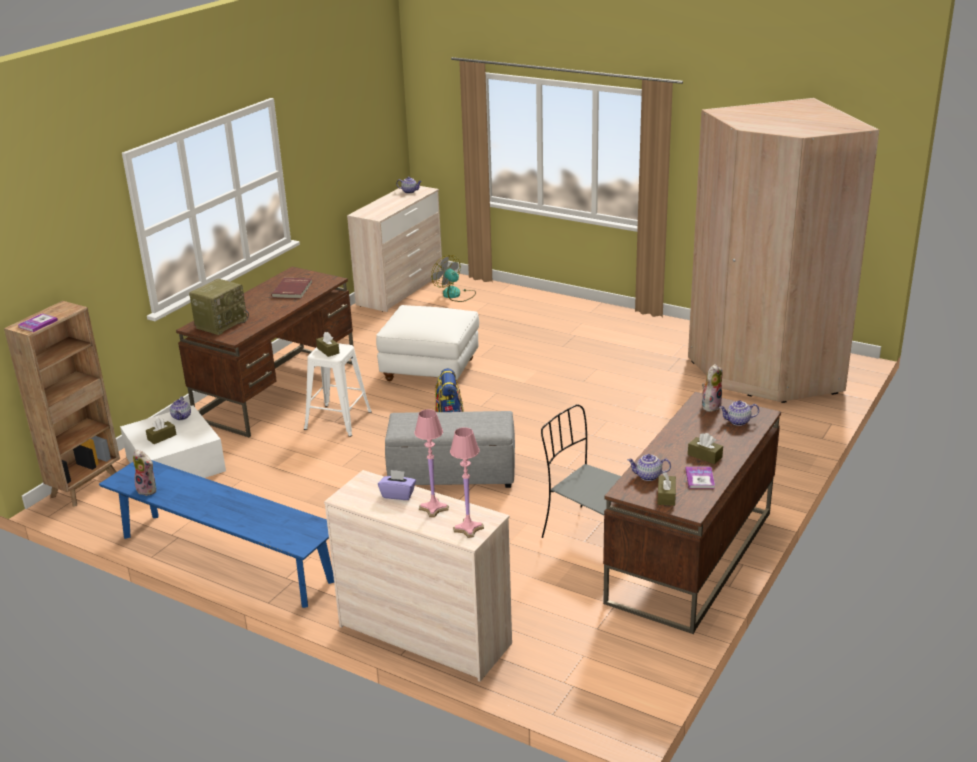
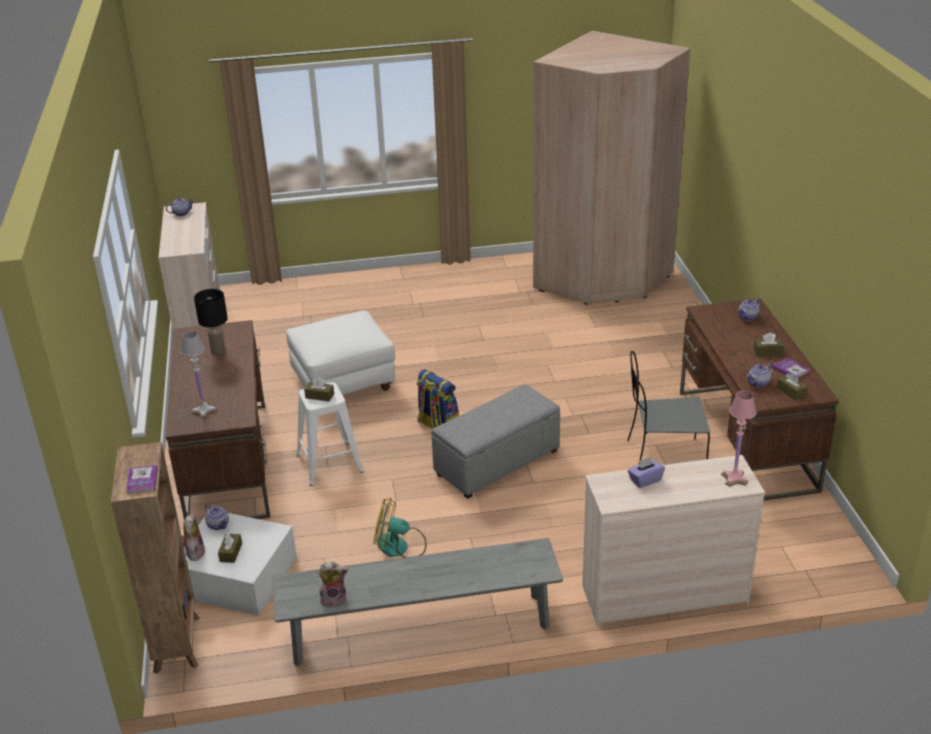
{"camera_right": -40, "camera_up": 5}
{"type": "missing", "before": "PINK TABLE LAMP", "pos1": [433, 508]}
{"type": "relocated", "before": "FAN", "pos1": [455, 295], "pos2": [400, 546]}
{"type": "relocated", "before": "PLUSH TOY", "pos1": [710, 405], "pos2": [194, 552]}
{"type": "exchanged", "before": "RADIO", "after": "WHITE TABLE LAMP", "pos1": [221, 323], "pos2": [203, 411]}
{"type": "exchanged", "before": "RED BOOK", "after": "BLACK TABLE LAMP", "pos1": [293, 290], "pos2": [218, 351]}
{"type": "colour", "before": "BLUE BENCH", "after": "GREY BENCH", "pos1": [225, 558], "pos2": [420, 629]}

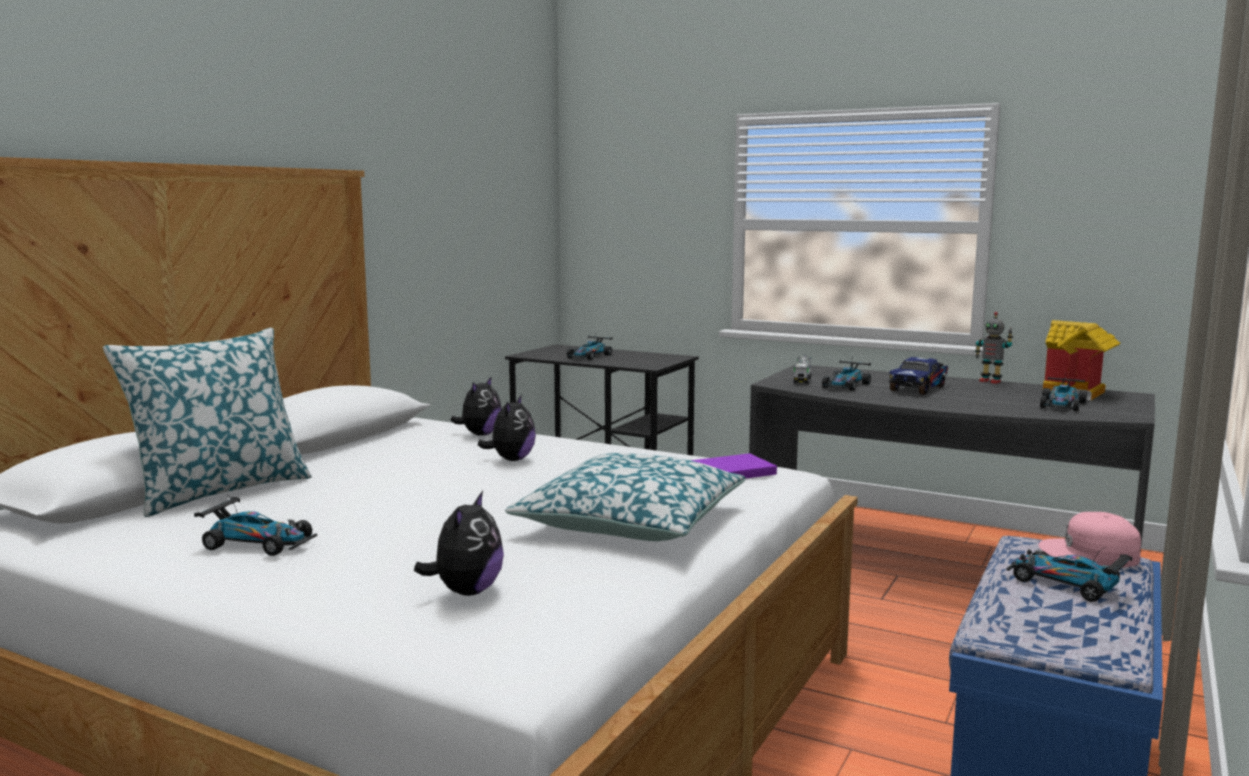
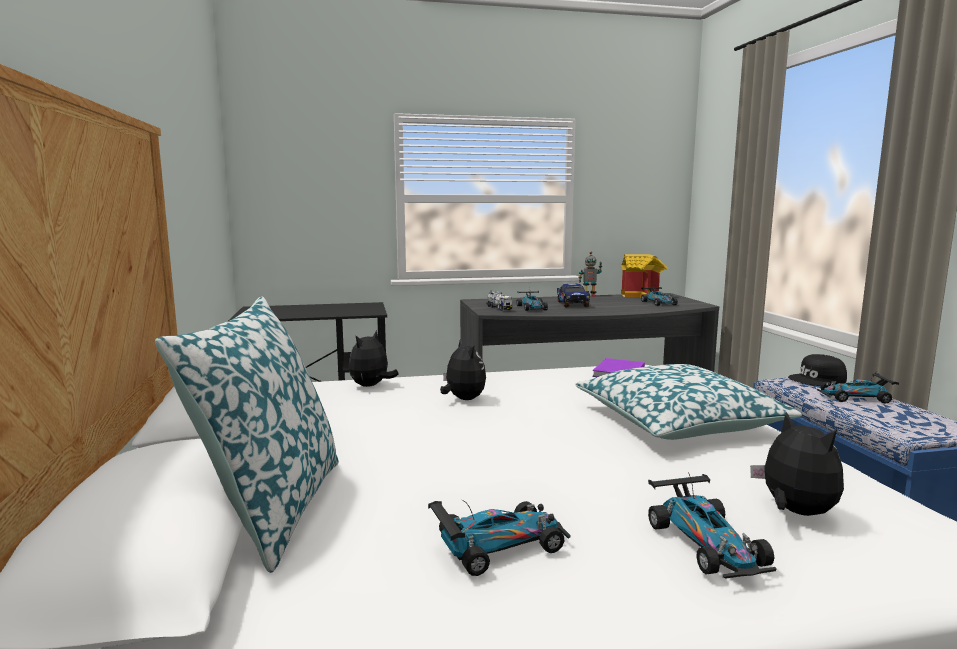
{"camera_right": -40, "camera_up": 0}
{"type": "relocated", "before": "TOY CAR", "pos1": [589, 356], "pos2": [707, 543]}
{"type": "colour", "before": "PINK CAP", "after": "BLACK CAP", "pos1": [1090, 554], "pos2": [818, 379]}
{"type": "spun", "before": "PLUSH TOY", "pos1": [480, 434], "pos2": [371, 386], "turn": -135}

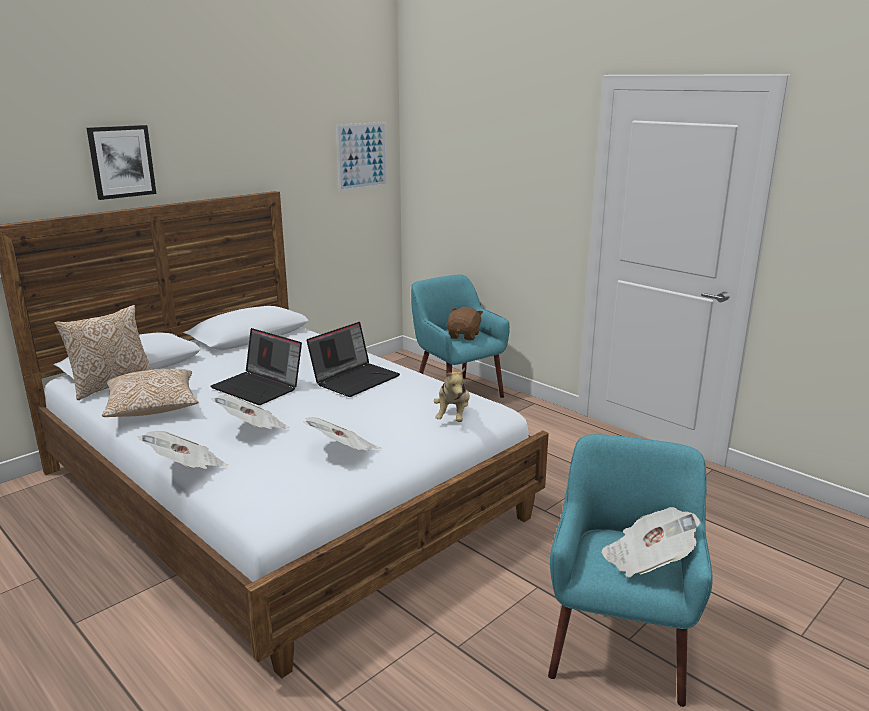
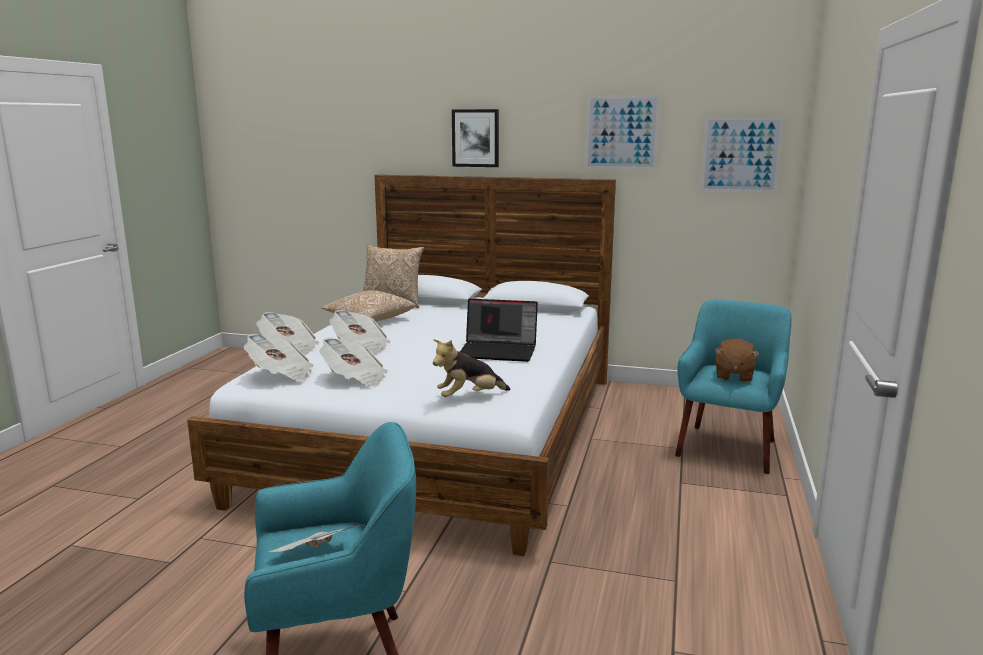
{"camera_right": 60, "camera_up": -5}
{"type": "missing", "before": "LAPTOP", "pos1": [259, 387]}
{"type": "appeared", "after": "NEWSPAPER", "pos2": [281, 374]}
{"type": "appeared", "after": "PICTURE", "pos2": [621, 132]}
{"type": "spun", "before": "BROWN PLUSH TOY", "pos1": [464, 336], "pos2": [733, 376], "turn": 120}

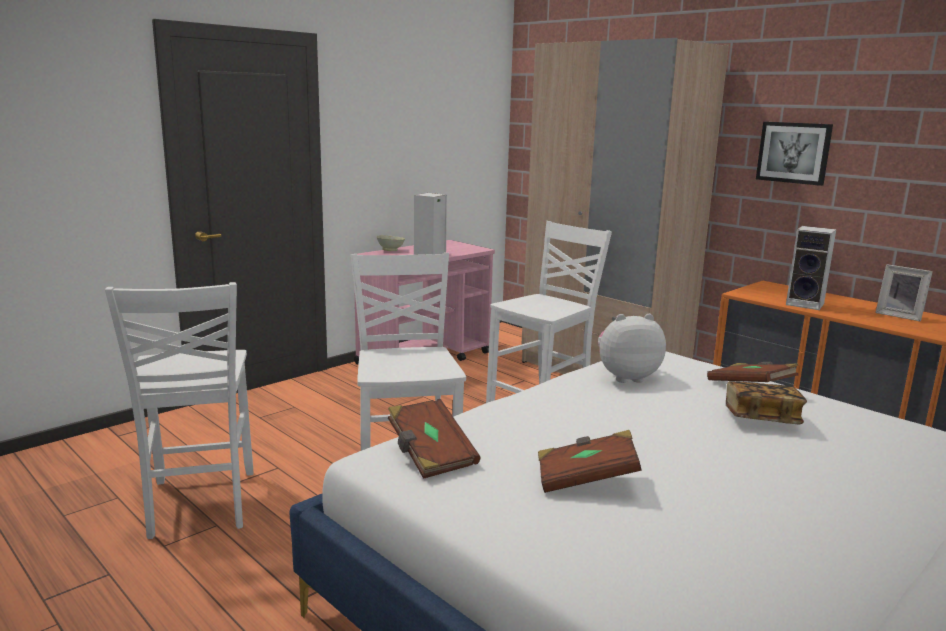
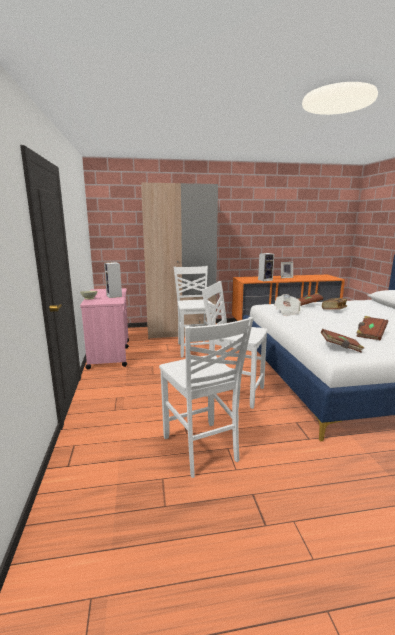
{"camera_right": -55, "camera_up": 0}
{"type": "missing", "before": "PICTURE", "pos1": [793, 152]}
{"type": "exchanged", "before": "PLUSH TOY", "after": "NEWSPAPER", "pos1": [626, 377], "pos2": [287, 312]}
{"type": "spun", "before": "WHITE CHAIR", "pos1": [199, 505], "pos2": [201, 449], "turn": 45}

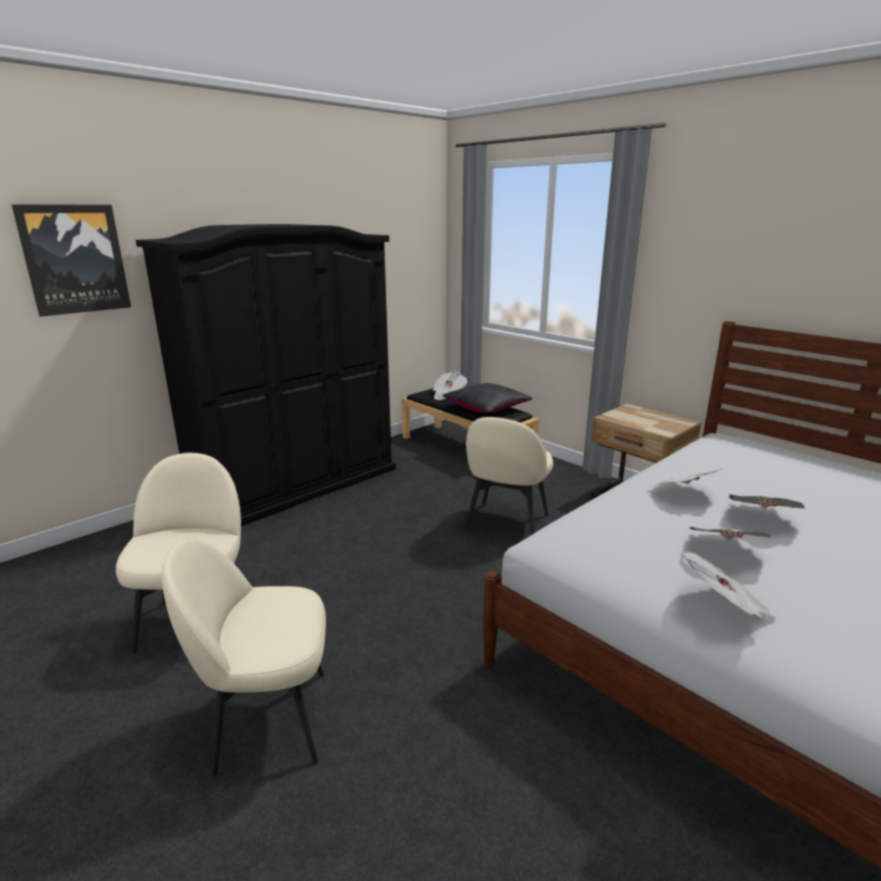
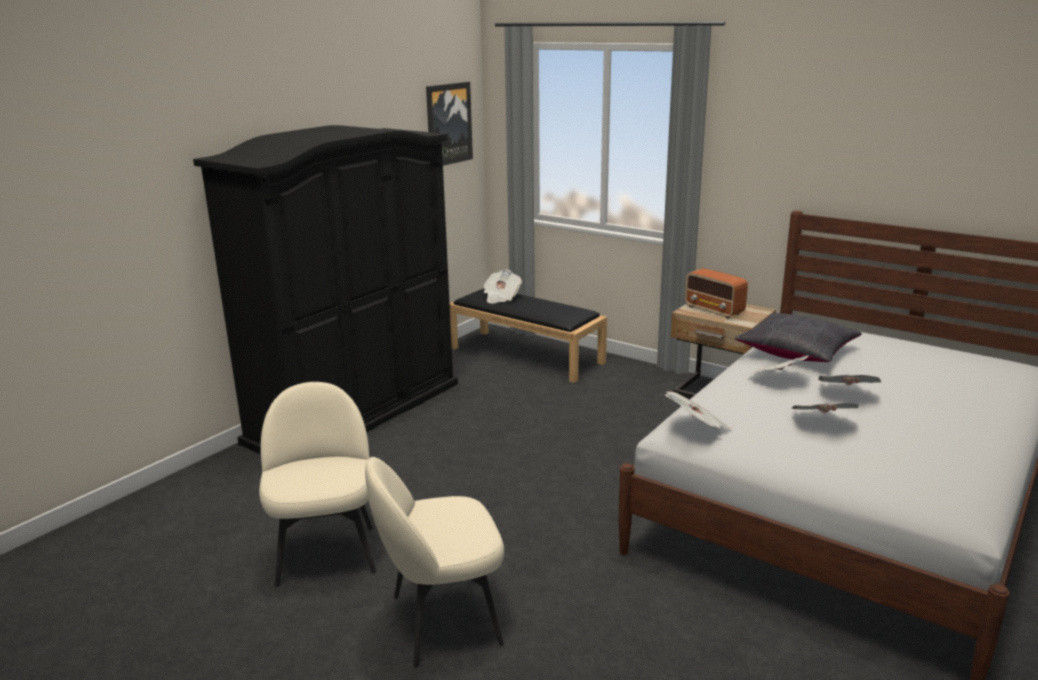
{"camera_right": -10, "camera_up": 0}
{"type": "missing", "before": "BEIGE CHAIR", "pos1": [506, 523]}
{"type": "appeared", "after": "RADIO", "pos2": [714, 310]}
{"type": "relocated", "before": "PICTURE", "pos1": [75, 259], "pos2": [448, 124]}
{"type": "relocated", "before": "BLACK PILLOW", "pos1": [486, 408], "pos2": [796, 352]}
{"type": "relocated", "before": "NEWSPAPER", "pos1": [723, 606], "pos2": [697, 427]}

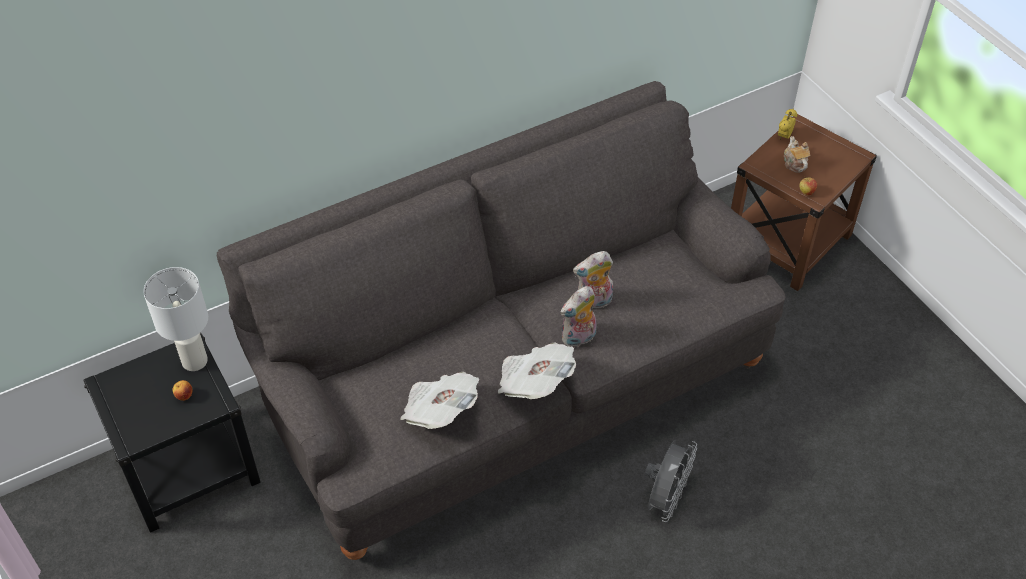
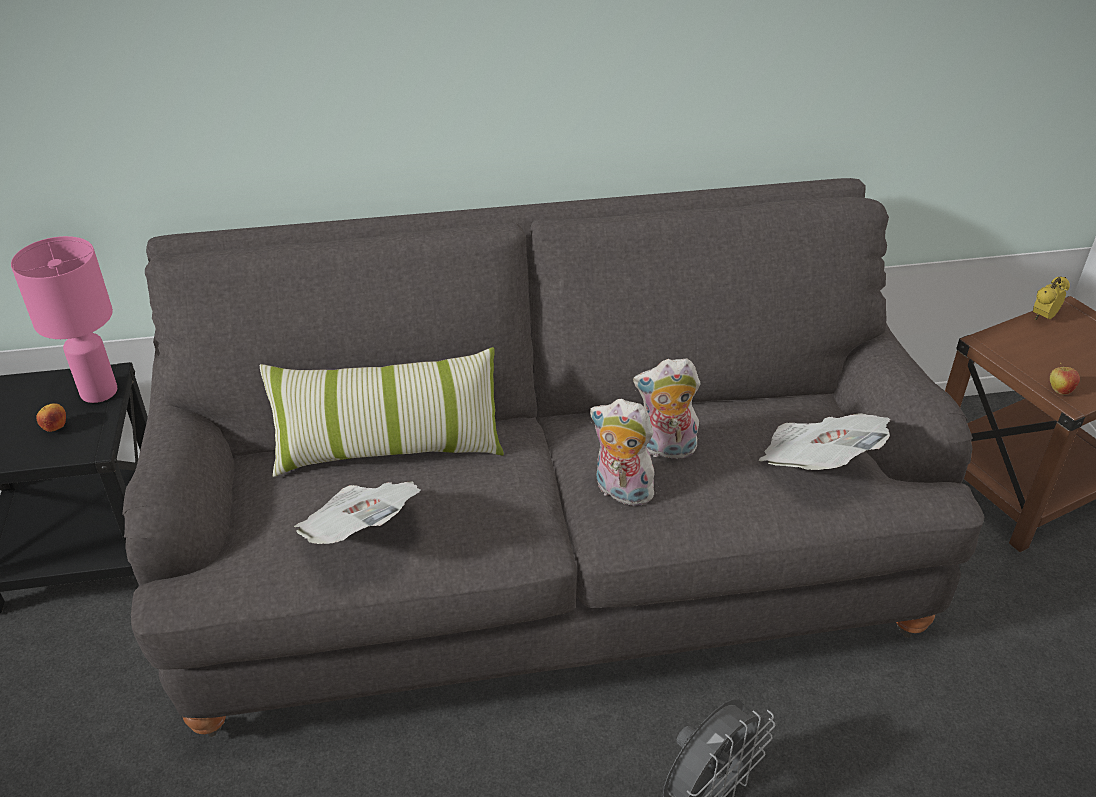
{"camera_right": 20, "camera_up": -10}
{"type": "missing", "before": "TEAPOT", "pos1": [794, 163]}
{"type": "appeared", "after": "PILLOW", "pos2": [388, 449]}
{"type": "relocated", "before": "NEWSPAPER", "pos1": [534, 382], "pos2": [816, 463]}
{"type": "colour", "before": "WHITE TABLE LAMP", "after": "PINK TABLE LAMP", "pos1": [195, 361], "pos2": [100, 392]}
{"type": "spun", "before": "PLUSH TOY", "pos1": [579, 339], "pos2": [620, 491], "turn": 45}

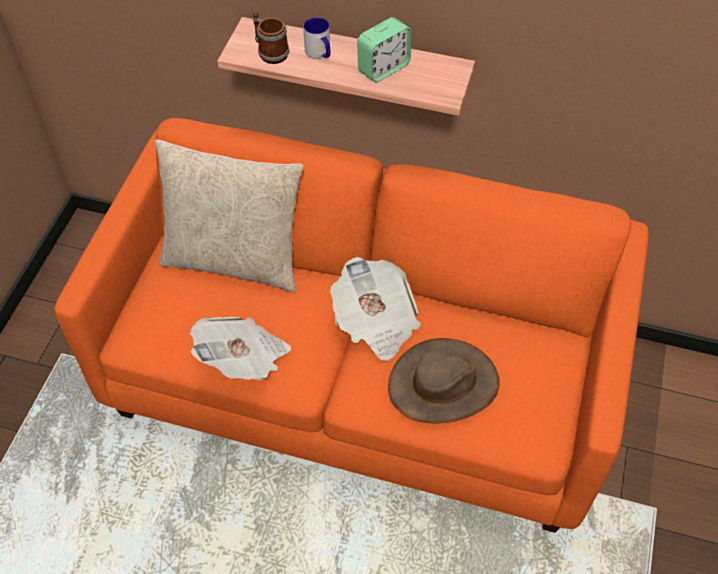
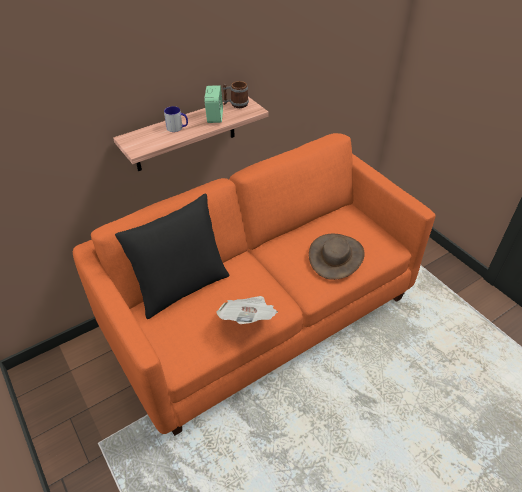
{"camera_right": -50, "camera_up": -10}
{"type": "missing", "before": "NEWSPAPER", "pos1": [375, 322]}
{"type": "relocated", "before": "MUG", "pos1": [270, 52], "pos2": [236, 104]}
{"type": "colour", "before": "BEIGE PILLOW", "after": "BLACK PILLOW", "pos1": [234, 259], "pos2": [181, 286]}

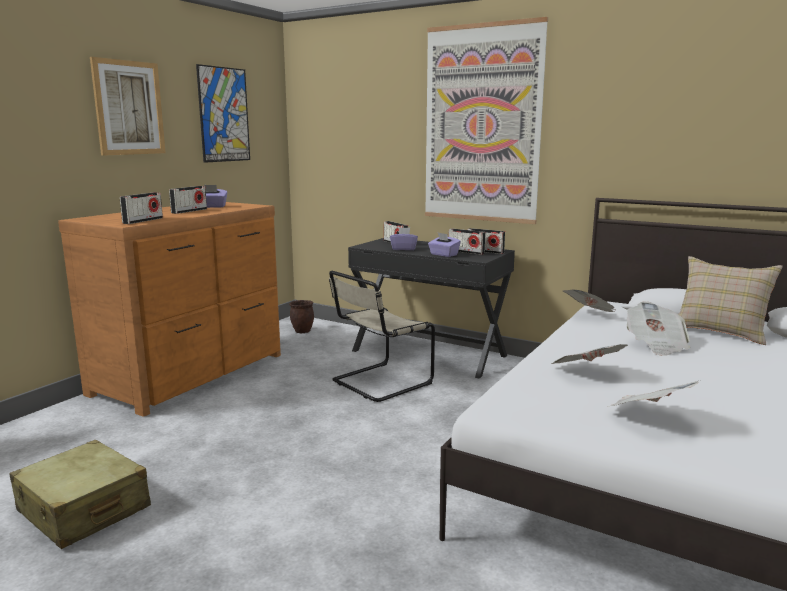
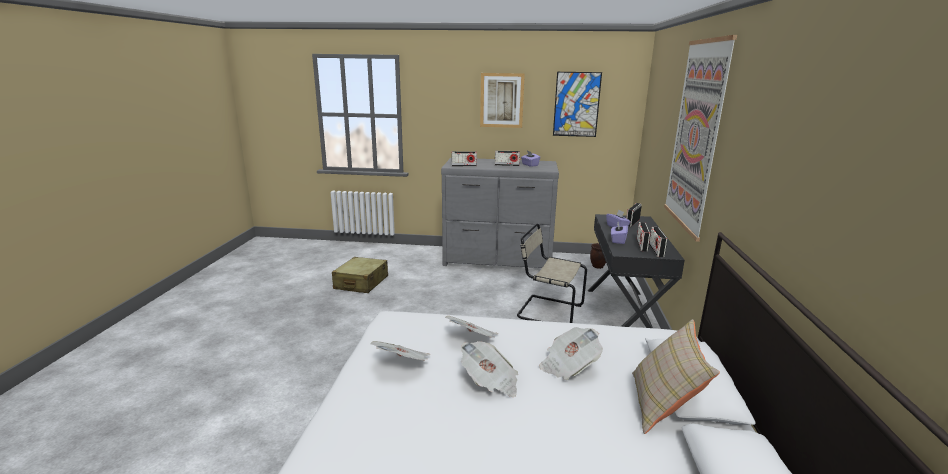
{"camera_right": 65, "camera_up": 5}
{"type": "relocated", "before": "NEWSPAPER", "pos1": [590, 315], "pos2": [490, 382]}
{"type": "colour", "before": "BROWN DRESSER", "after": "GREY DRESSER", "pos1": [193, 374], "pos2": [498, 259]}

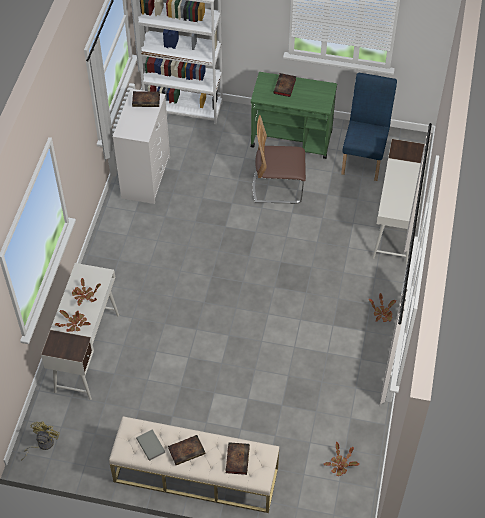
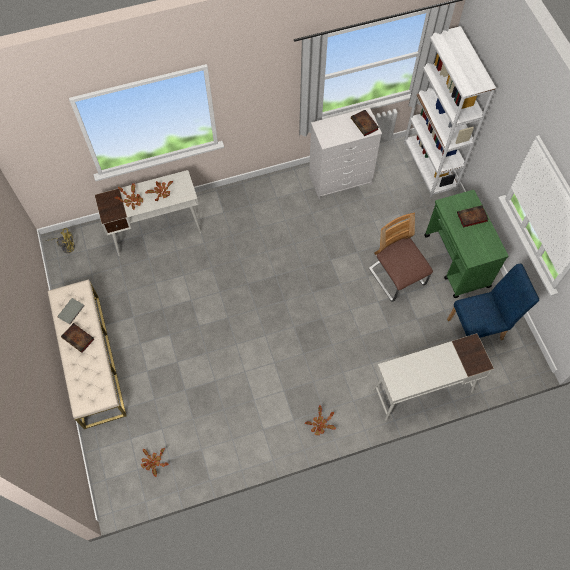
{"camera_right": 60, "camera_up": 10}
{"type": "missing", "before": "BOOK", "pos1": [237, 458]}

